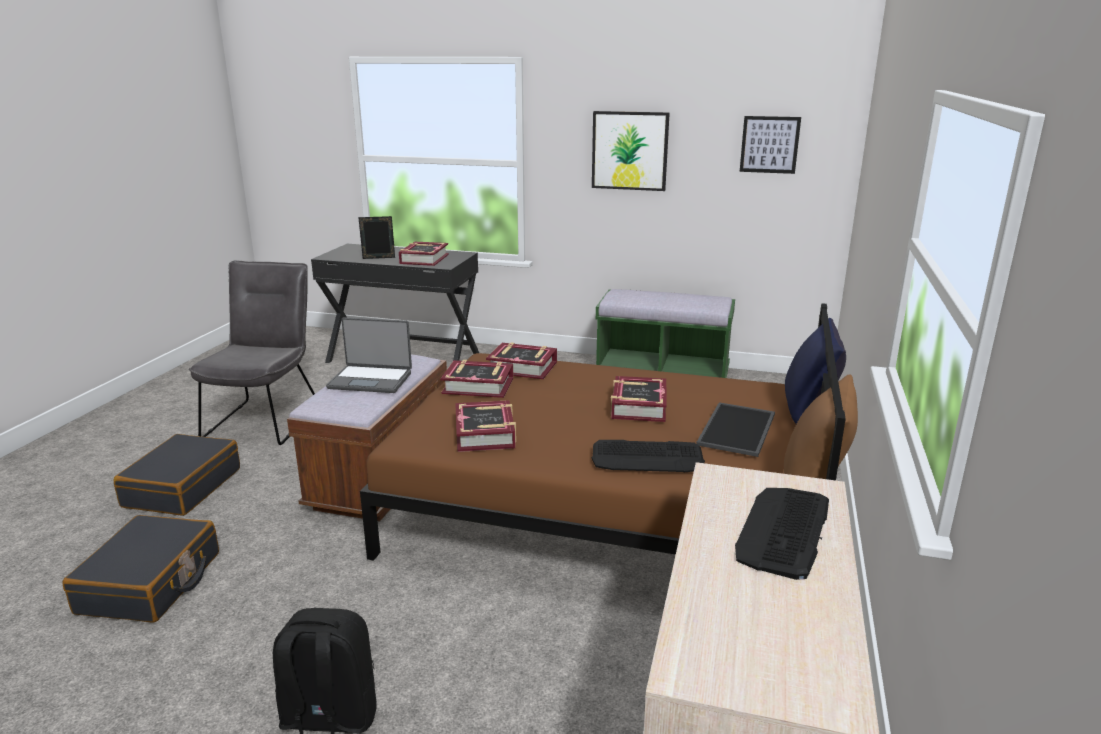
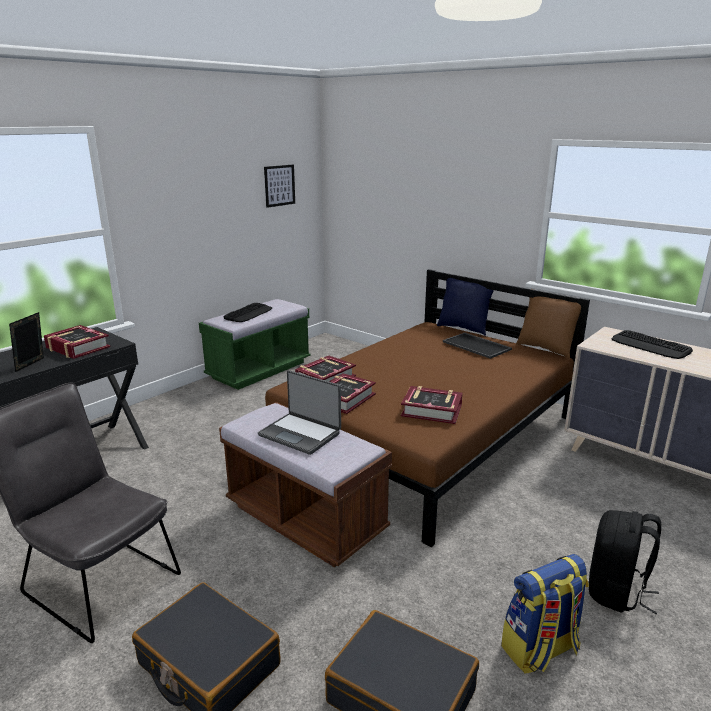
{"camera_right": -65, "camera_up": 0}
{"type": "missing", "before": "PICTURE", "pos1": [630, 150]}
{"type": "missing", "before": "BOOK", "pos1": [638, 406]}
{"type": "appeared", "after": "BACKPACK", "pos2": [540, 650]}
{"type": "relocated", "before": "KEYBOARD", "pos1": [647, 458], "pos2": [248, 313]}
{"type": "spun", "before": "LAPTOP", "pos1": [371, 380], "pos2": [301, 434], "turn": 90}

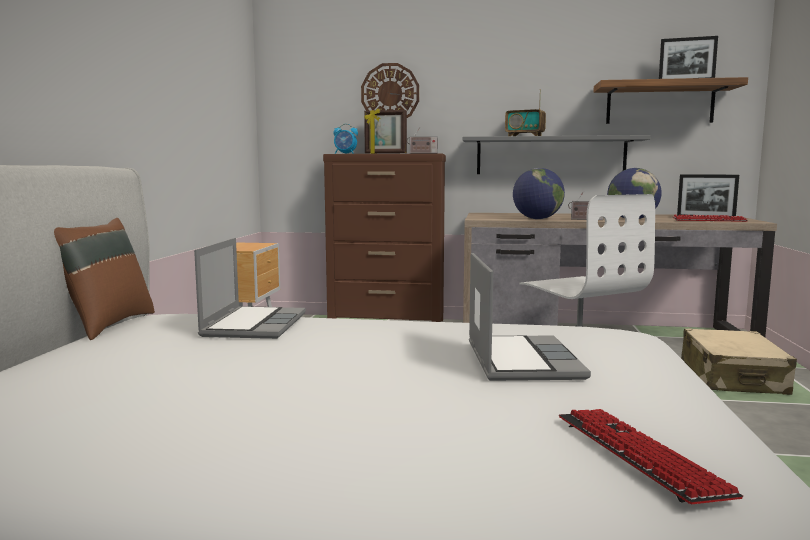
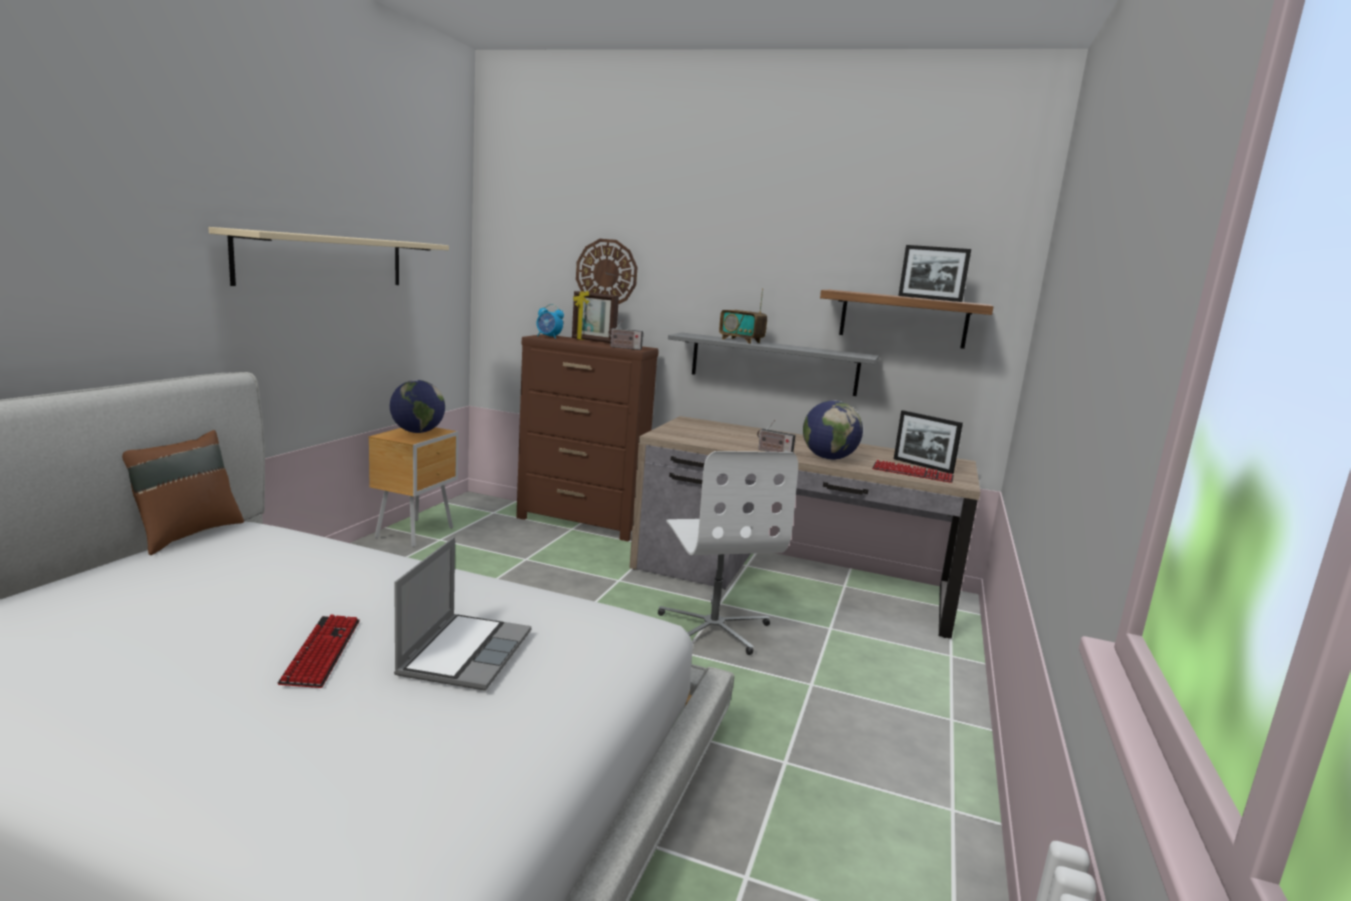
{"camera_right": 10, "camera_up": 5}
{"type": "missing", "before": "LAPTOP", "pos1": [254, 325]}
{"type": "missing", "before": "BEIGE SUITCASE", "pos1": [732, 377]}
{"type": "appeared", "after": "BEIGE SHELF", "pos2": [324, 260]}
{"type": "relocated", "before": "GLOBE", "pos1": [537, 219], "pos2": [417, 432]}
{"type": "relocated", "before": "KEYBOARD", "pos1": [638, 455], "pos2": [322, 652]}

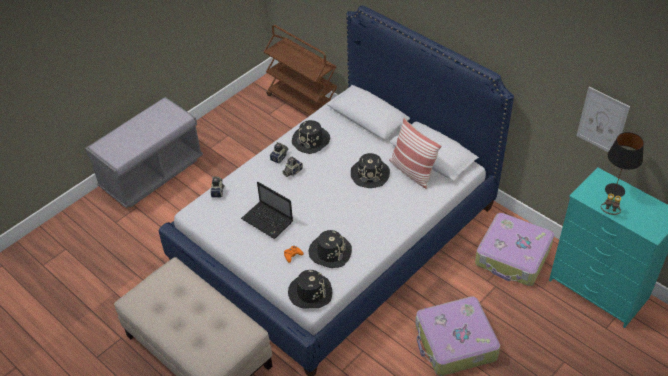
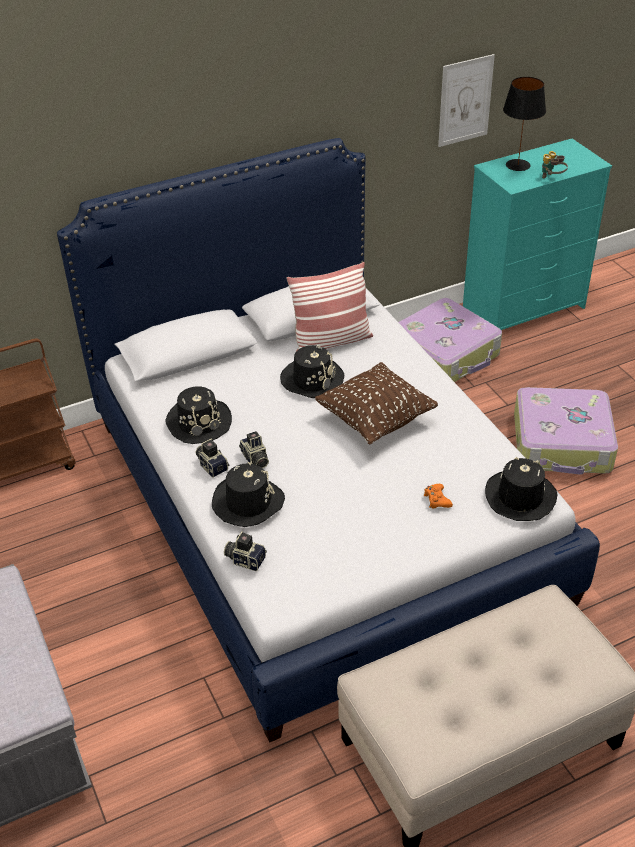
{"camera_right": -70, "camera_up": -5}
{"type": "missing", "before": "LAPTOP", "pos1": [268, 221]}
{"type": "appeared", "after": "BROWN PILLOW", "pos2": [375, 420]}
{"type": "relocated", "before": "BLACK HAT", "pos1": [330, 252], "pos2": [247, 502]}

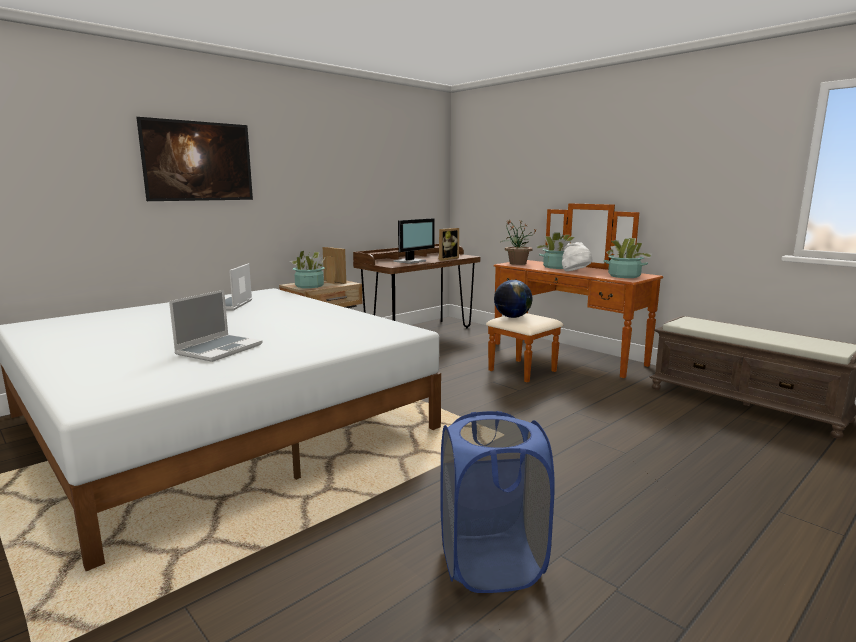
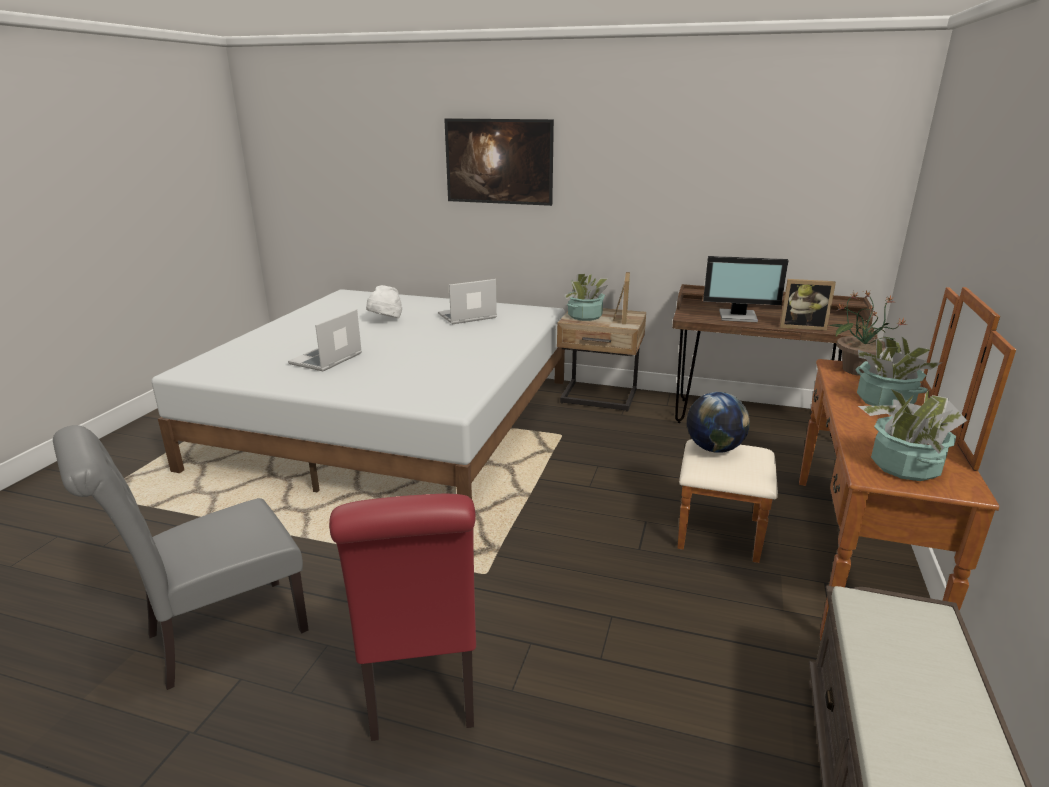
{"camera_right": 60, "camera_up": 10}
{"type": "appeared", "after": "RED CHAIR", "pos2": [421, 683]}
{"type": "relocated", "before": "WHITE HAT", "pos1": [576, 272], "pos2": [385, 320]}
{"type": "exchanged", "before": "BLUE LAUNDRY BASKET", "after": "GREY CHAIR", "pos1": [490, 563], "pos2": [217, 635]}
{"type": "spun", "before": "LAPTOP", "pos1": [219, 349], "pos2": [326, 359], "turn": 120}

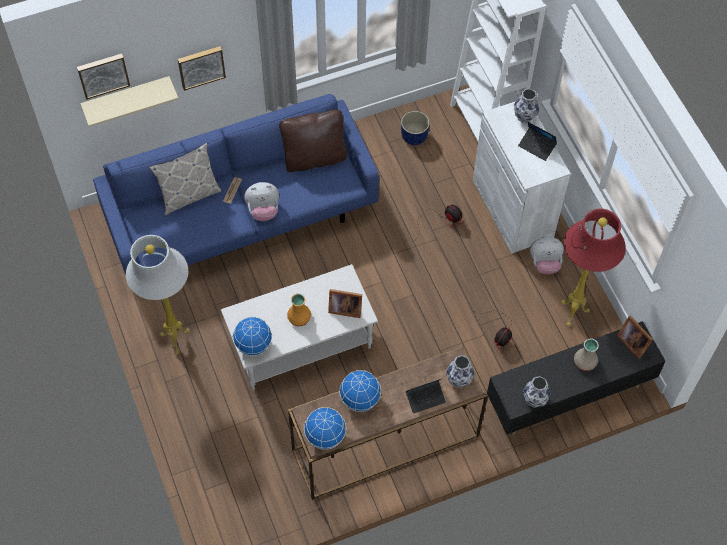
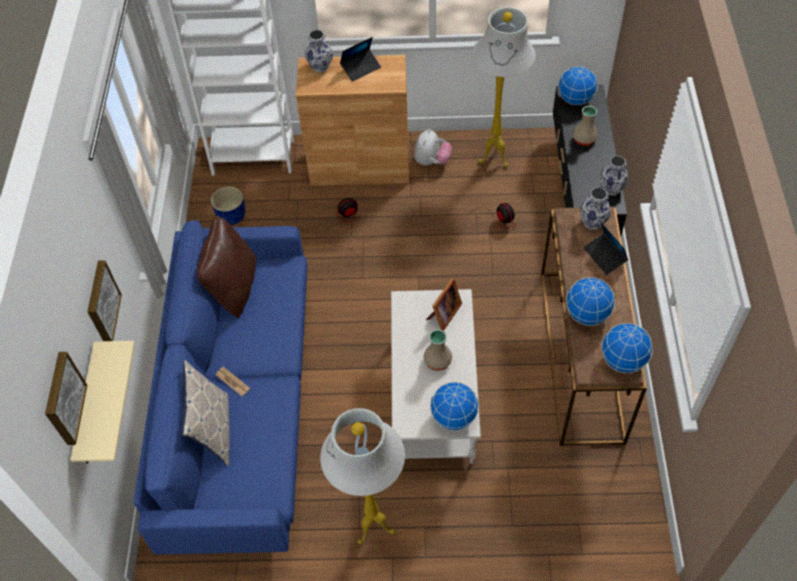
{"camera_right": -65, "camera_up": -5}
{"type": "missing", "before": "PLUSH TOY", "pos1": [263, 210]}
{"type": "exchanged", "before": "PICTURE FRAME", "after": "GLOBE", "pos1": [632, 342], "pos2": [575, 99]}
{"type": "colour", "before": "ORANGE VASE", "after": "BEIGE VASE", "pos1": [299, 317], "pos2": [437, 360]}
{"type": "colour", "before": "WHITE CABINET", "after": "BROWN CABINET", "pos1": [512, 209], "pos2": [360, 166]}
{"type": "colour", "before": "RED FLOOR LAMP", "after": "WHITE FLOOR LAMP", "pos1": [573, 314], "pos2": [495, 159]}
{"type": "spun", "before": "LAPTOP", "pos1": [425, 398], "pos2": [605, 256], "turn": 150}

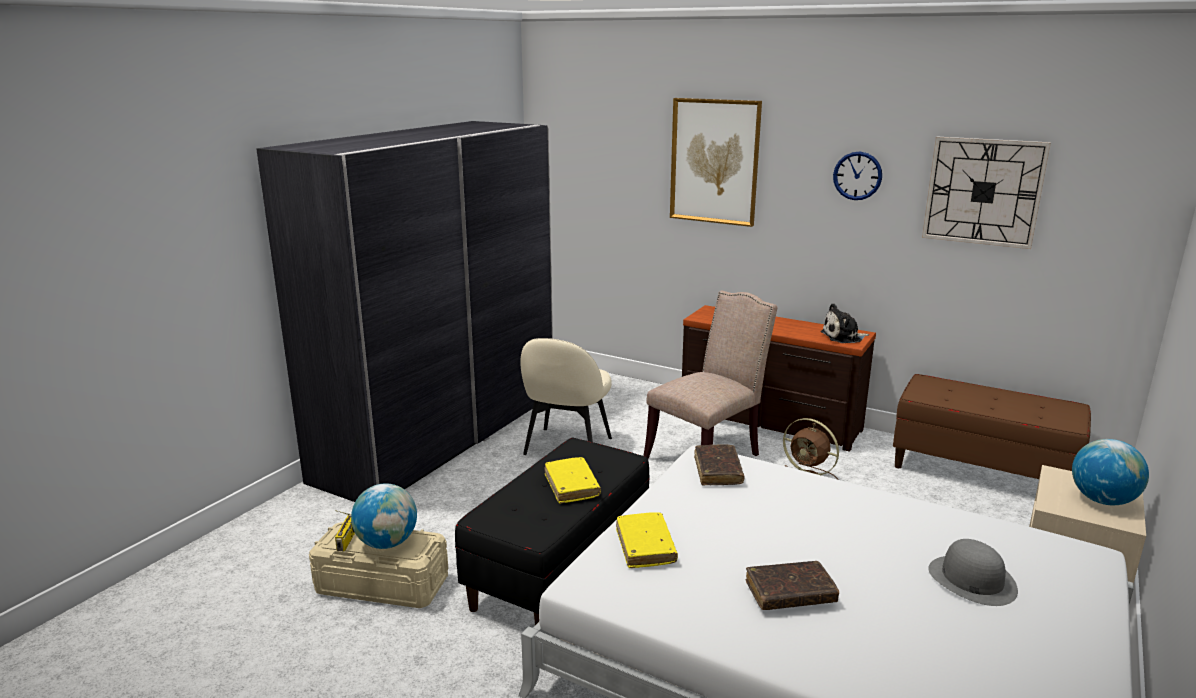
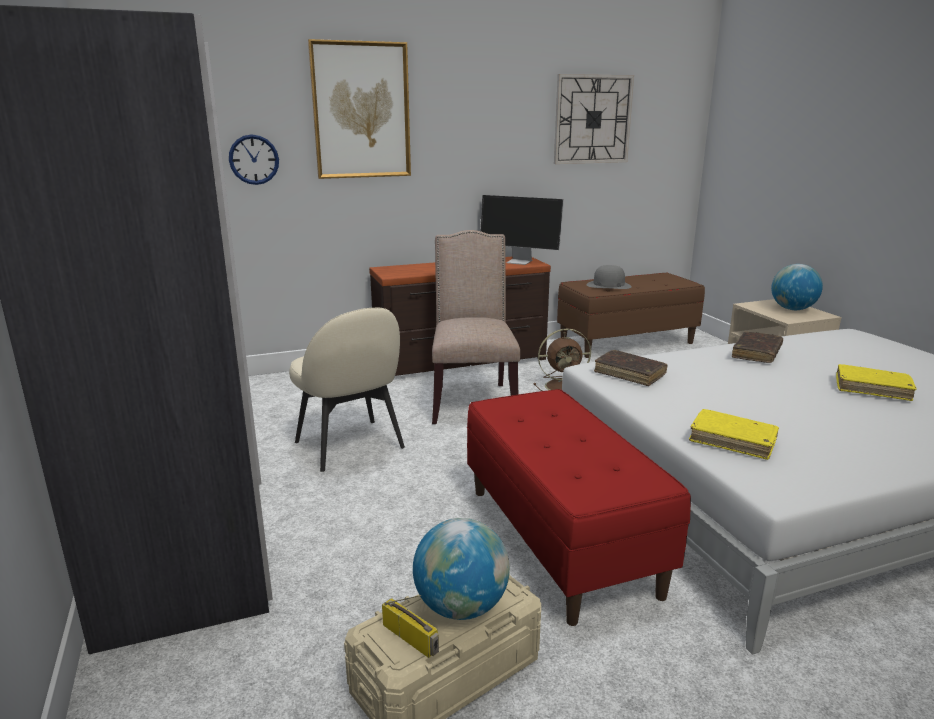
{"camera_right": -50, "camera_up": 0}
{"type": "relocated", "before": "YELLOW BOOK", "pos1": [571, 486], "pos2": [872, 389]}
{"type": "relocated", "before": "BROWN BOOK", "pos1": [790, 593], "pos2": [756, 353]}
{"type": "relocated", "before": "WALL CLOCK", "pos1": [857, 176], "pos2": [254, 159]}
{"type": "relocated", "before": "GREY HAT", "pos1": [971, 579], "pos2": [608, 285]}
{"type": "exchanged", "before": "PLUSH TOY", "after": "MONITOR", "pos1": [843, 337], "pos2": [520, 262]}
{"type": "colour", "before": "BLACK BENCH", "after": "RED BENCH", "pos1": [560, 570], "pos2": [560, 539]}

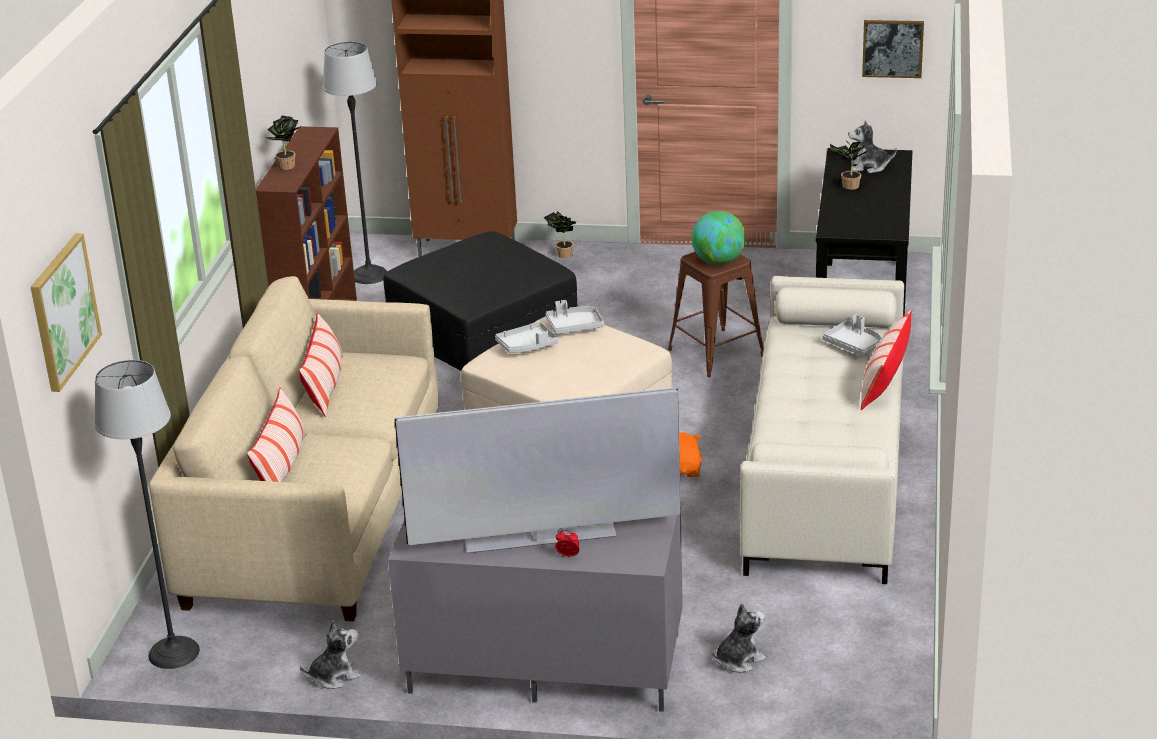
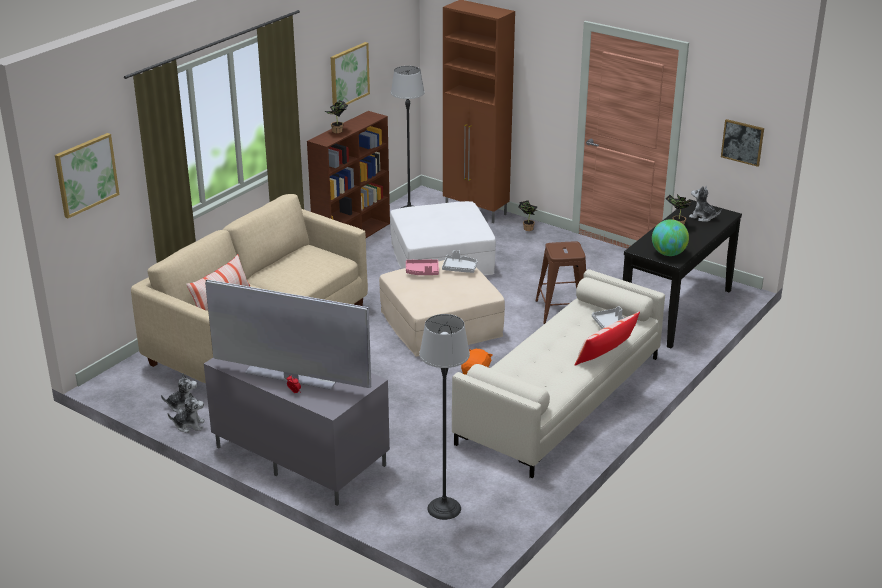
{"camera_right": 25, "camera_up": 0}
{"type": "missing", "before": "PILLOW", "pos1": [325, 387]}
{"type": "appeared", "after": "PICTURE", "pos2": [349, 75]}
{"type": "relocated", "before": "FLOOR LAMP", "pos1": [173, 653], "pos2": [444, 508]}
{"type": "relocated", "before": "GLOBE", "pos1": [718, 261], "pos2": [668, 253]}
{"type": "relocated", "before": "PLUSH TOY", "pos1": [738, 660], "pos2": [182, 406]}
{"type": "colour", "before": "BLACK OTTOMAN", "after": "WHITE OTTOMAN", "pos1": [482, 329], "pos2": [441, 259]}
{"type": "colour", "before": "GREY TRAY", "after": "PINK TRAY", "pos1": [527, 346], "pos2": [422, 272]}

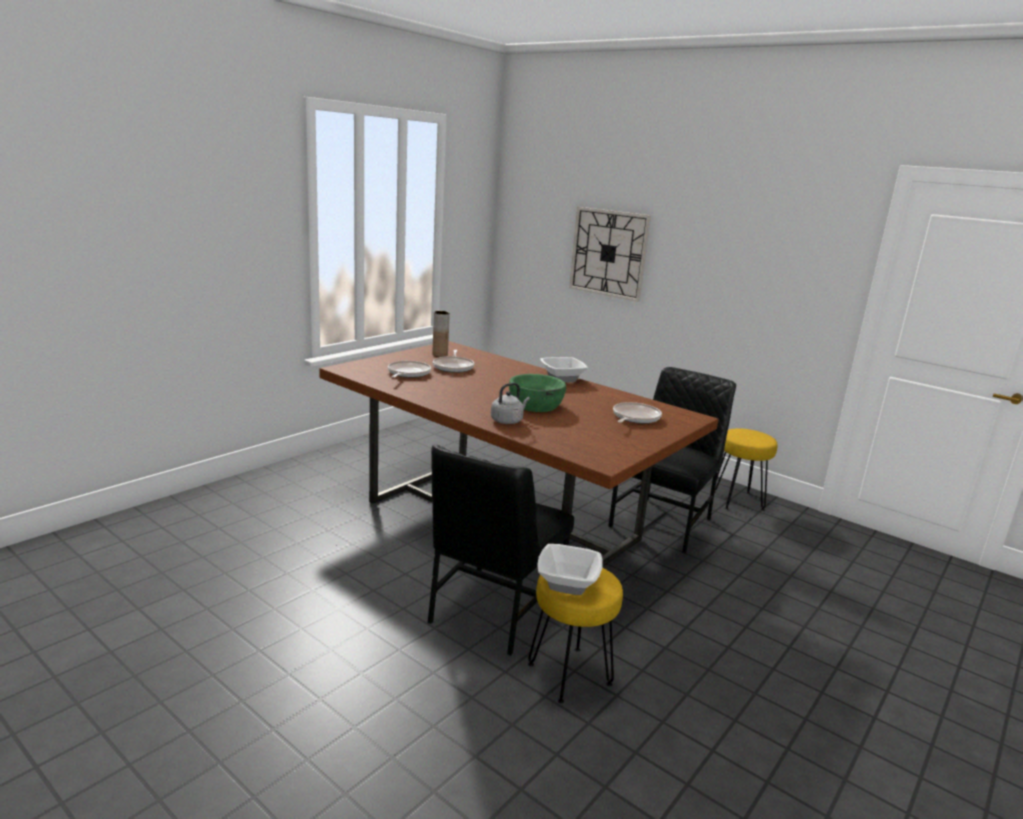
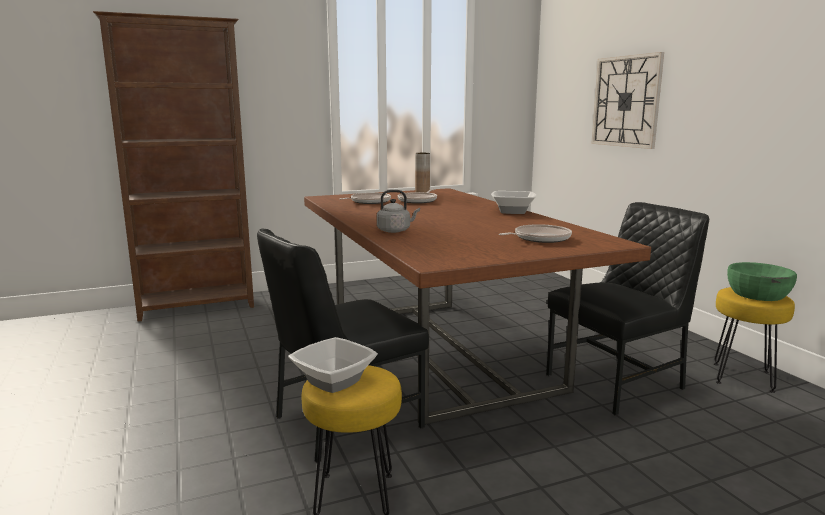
{"camera_right": 30, "camera_up": -5}
{"type": "appeared", "after": "BROWN BOOKCASE", "pos2": [198, 307]}
{"type": "relocated", "before": "GREEN BOWL", "pos1": [536, 405], "pos2": [758, 294]}

